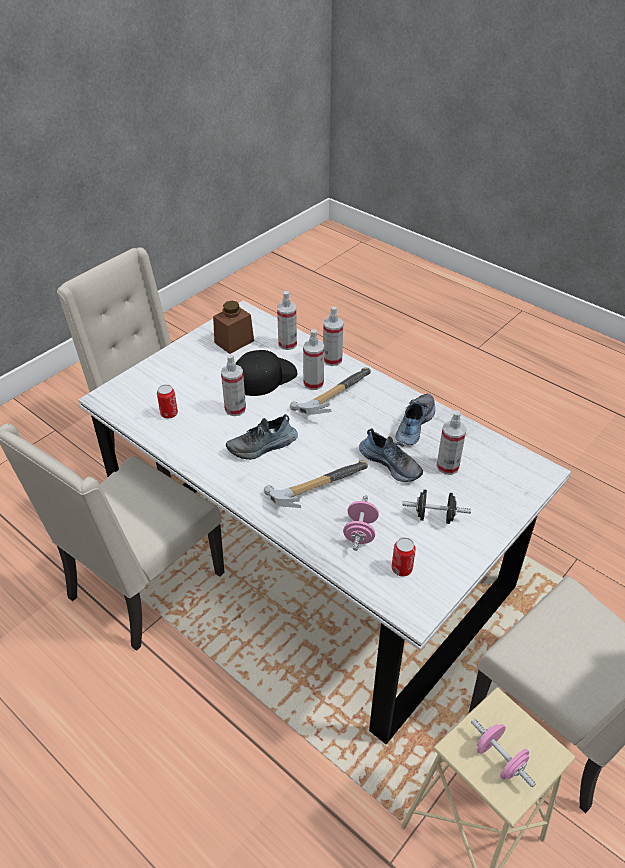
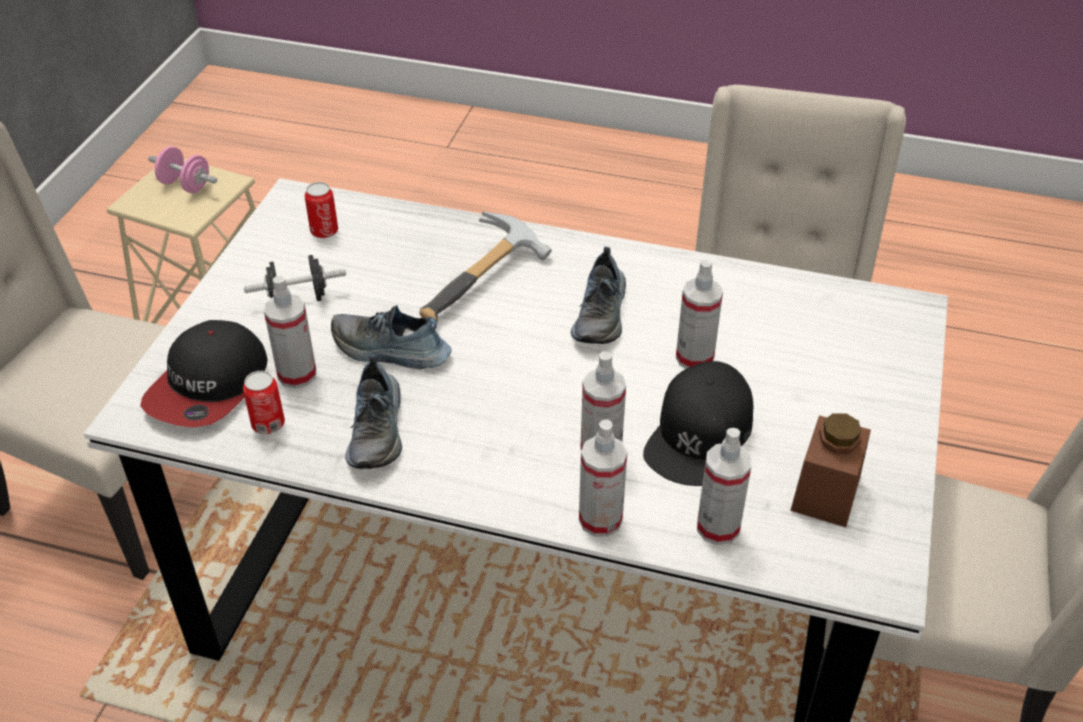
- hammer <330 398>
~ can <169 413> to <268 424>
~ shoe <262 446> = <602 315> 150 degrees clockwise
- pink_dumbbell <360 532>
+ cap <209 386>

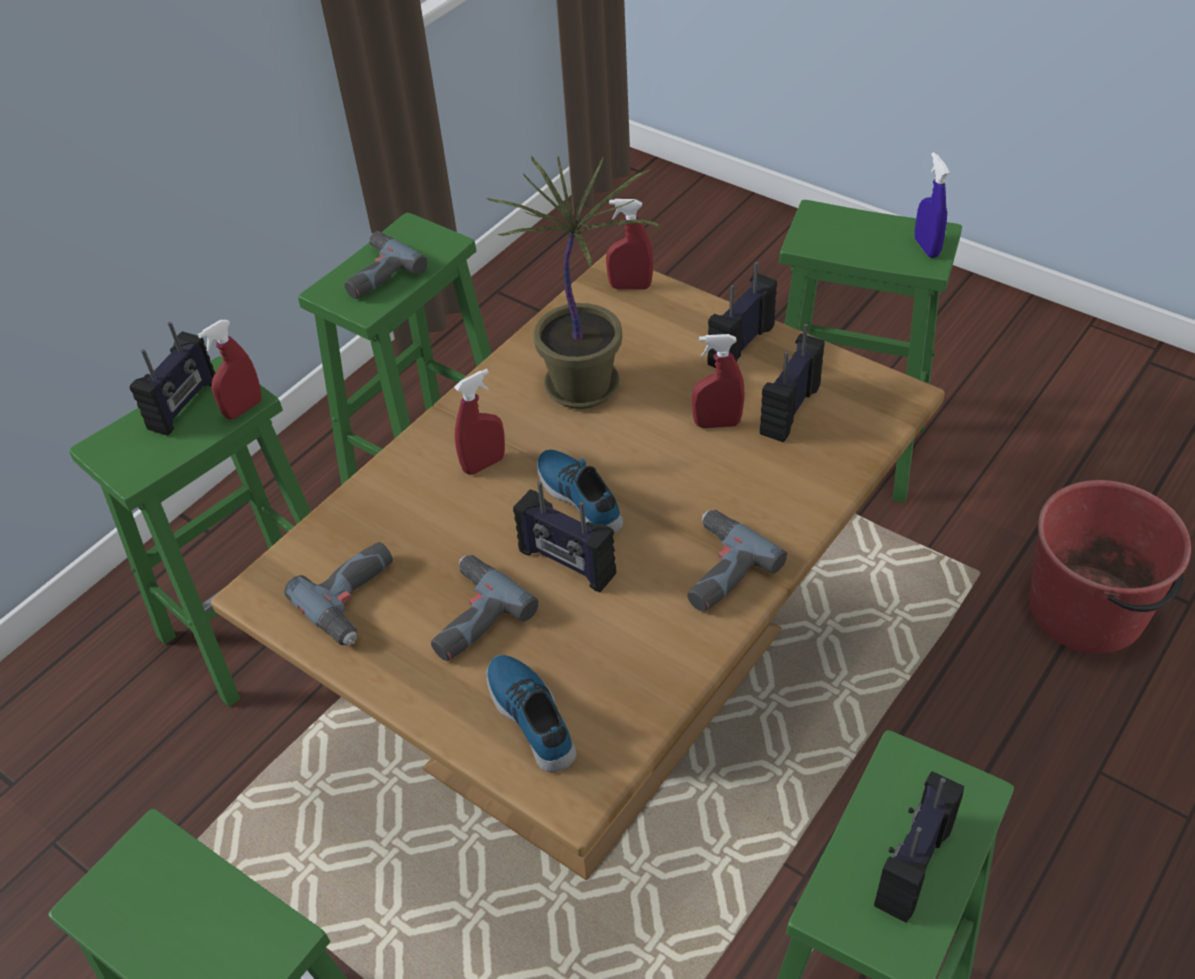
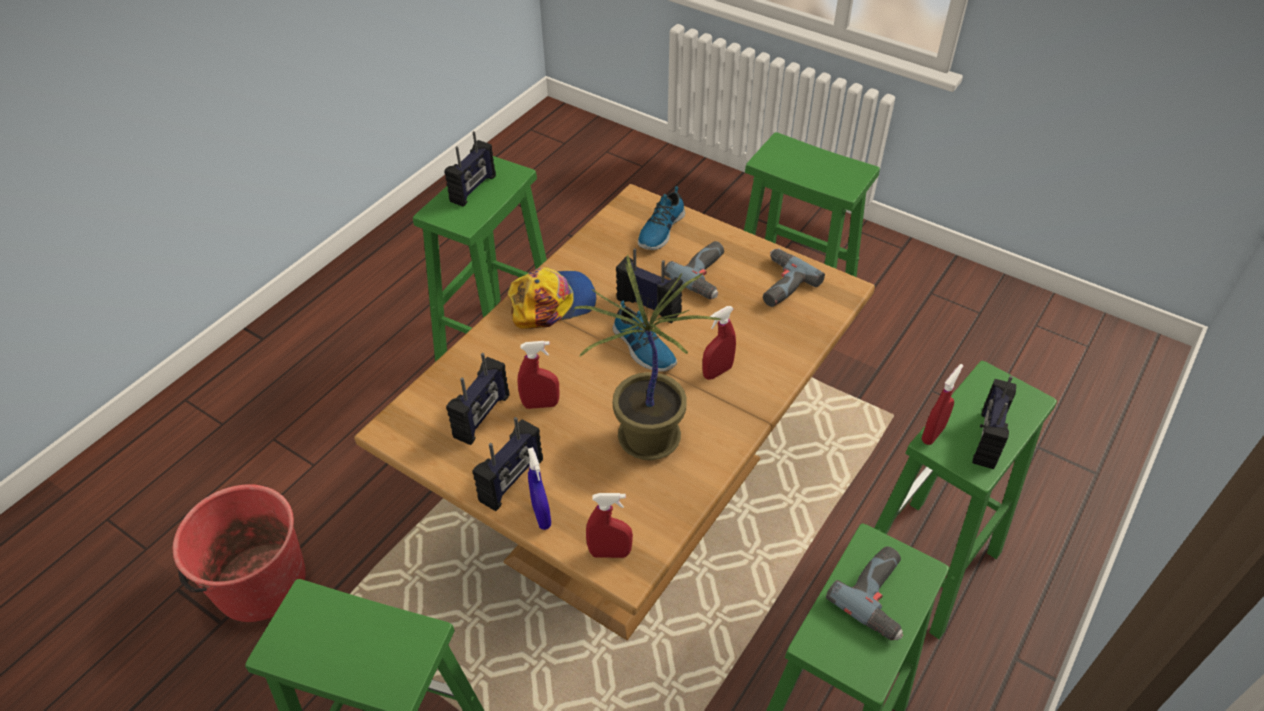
~ blue_spray_bottle <926 248> to <541 515>
~ power_drill <716 569> to cap <552 302>
~ shoe <533 715> = <660 230> 60 degrees clockwise

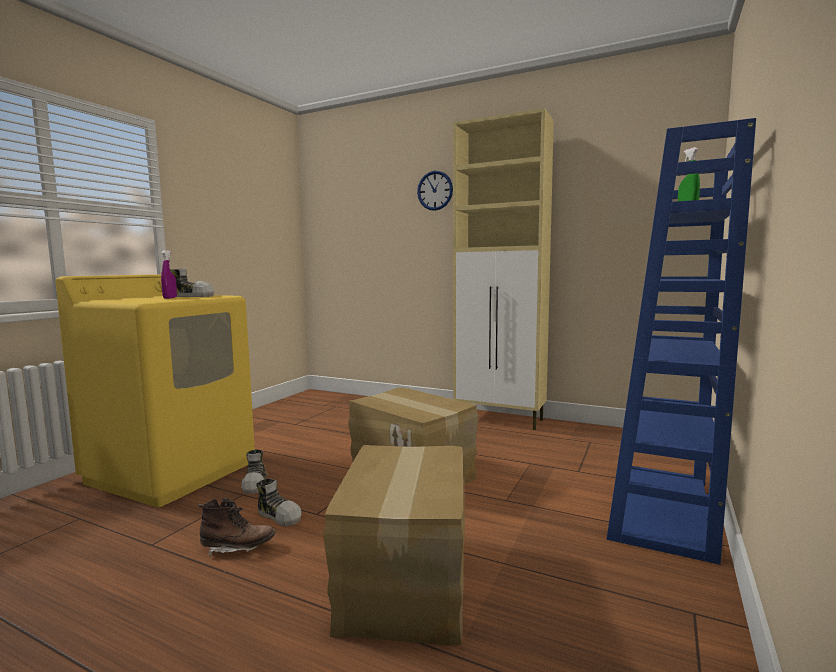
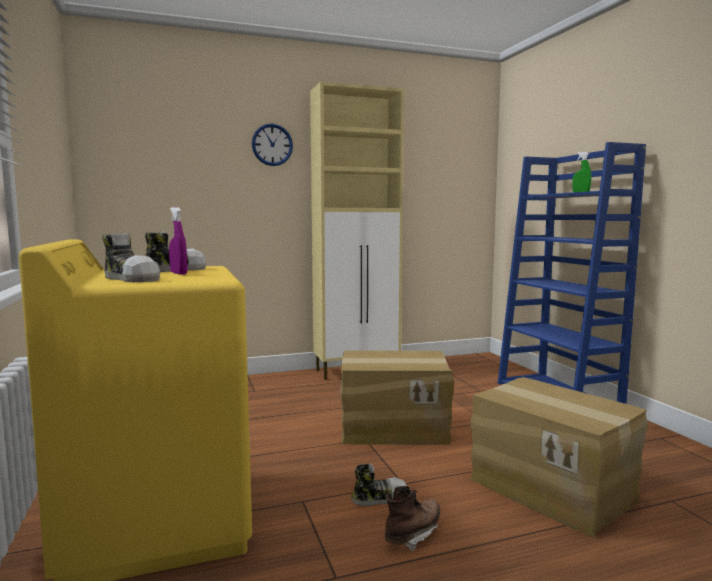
~ shoe <256 483> to <132 279>

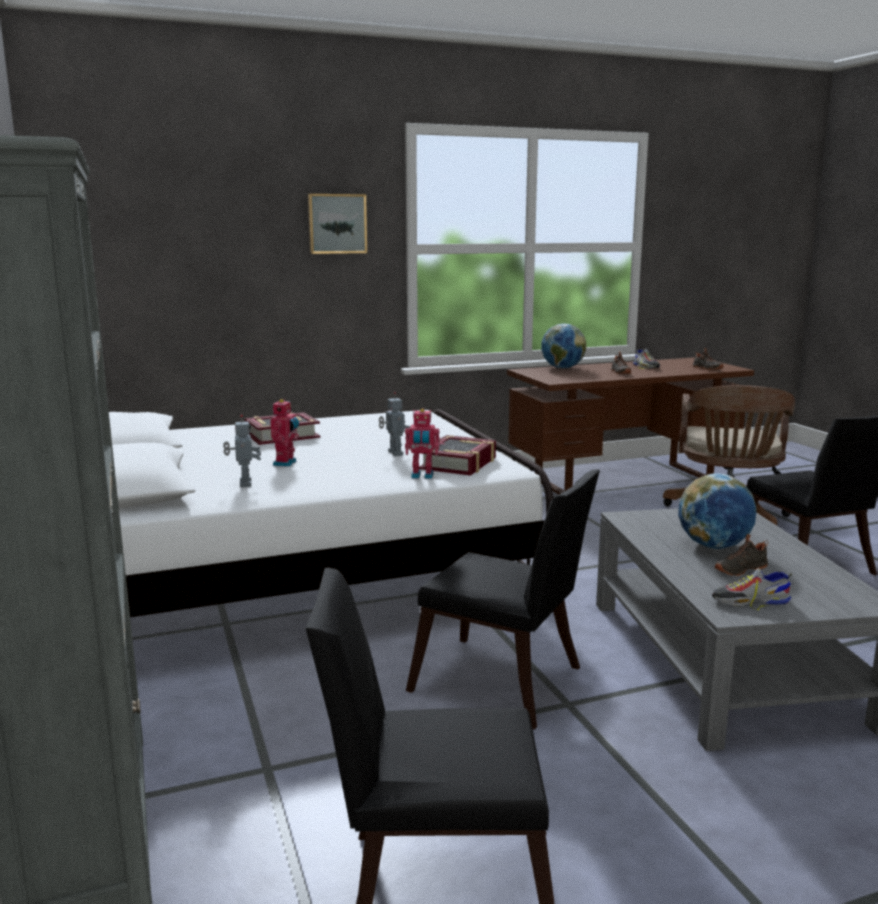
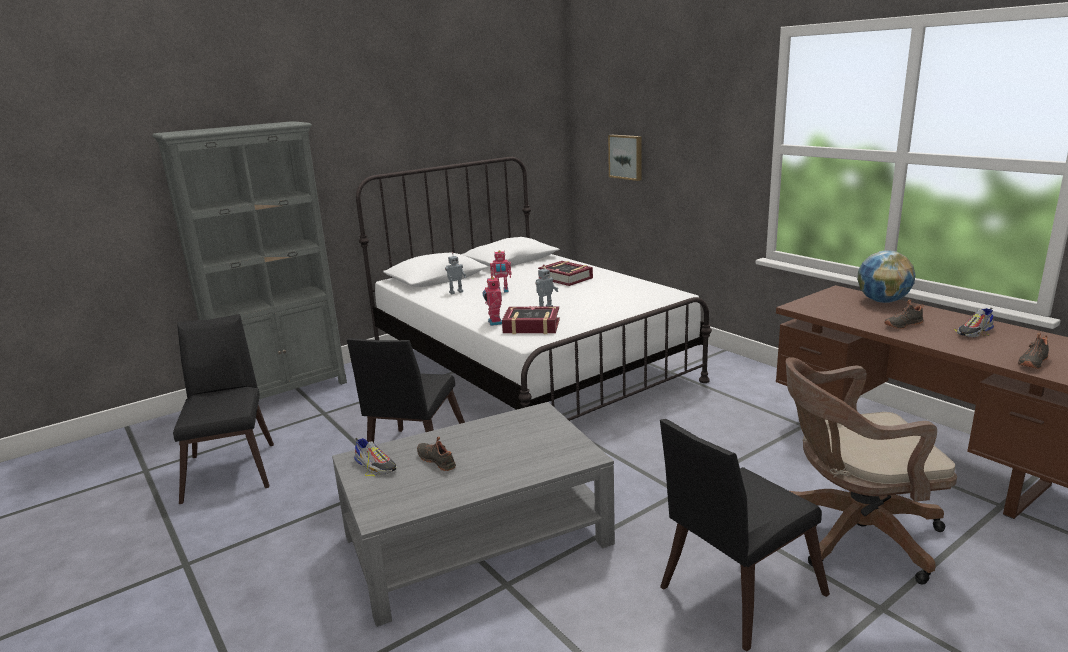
~ picture <337 223> to <626 157>
- globe <714 546>
~ shoe <750 601> = <375 465> 150 degrees clockwise

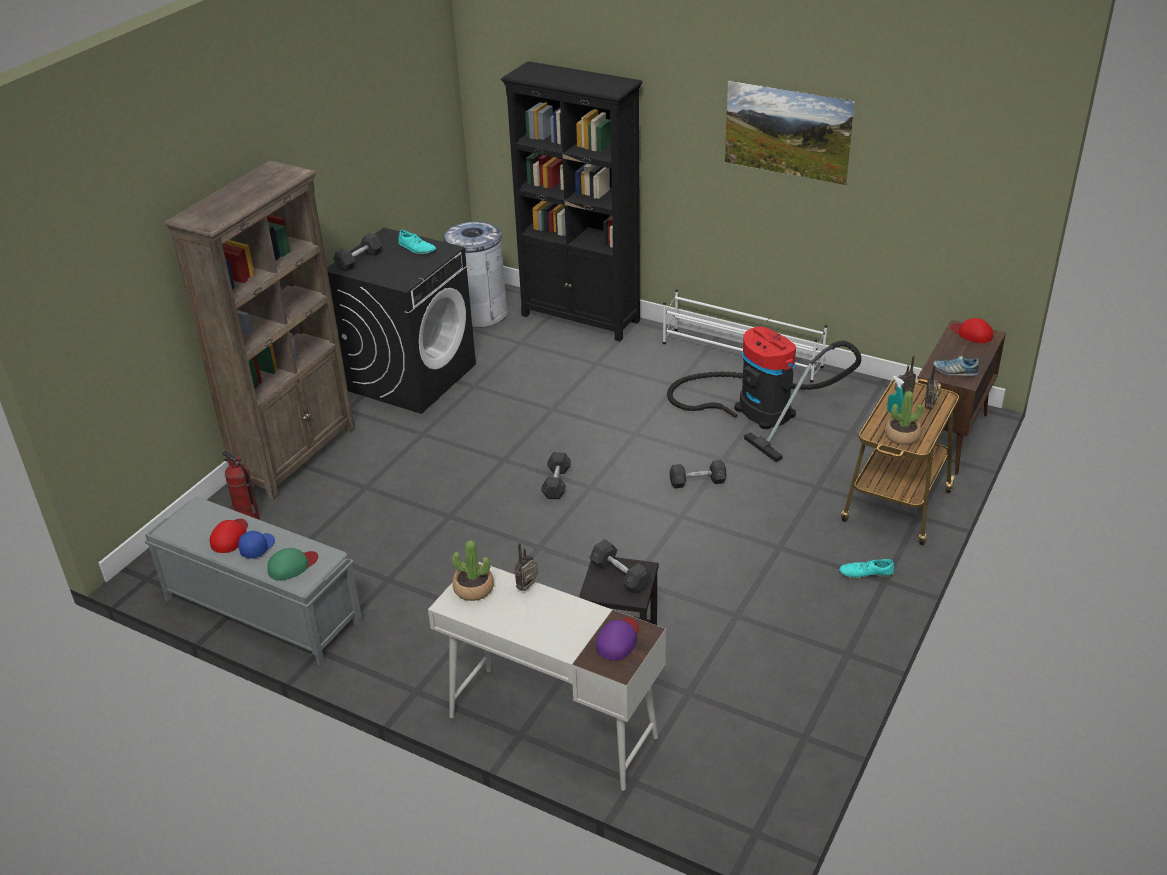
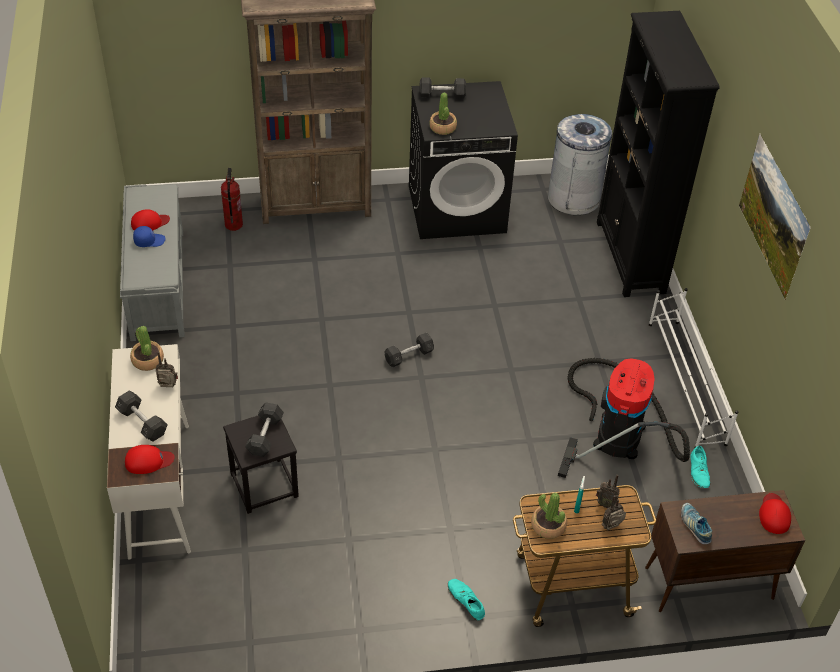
~ turquoise_shoe <417 248> to <699 471>
~ grey_dumbbell <697 482> to <142 422>
- green_cap <292 566>
~ purple_cap <618 640> to red_cap <148 461>
+ potted_plant <443 128>

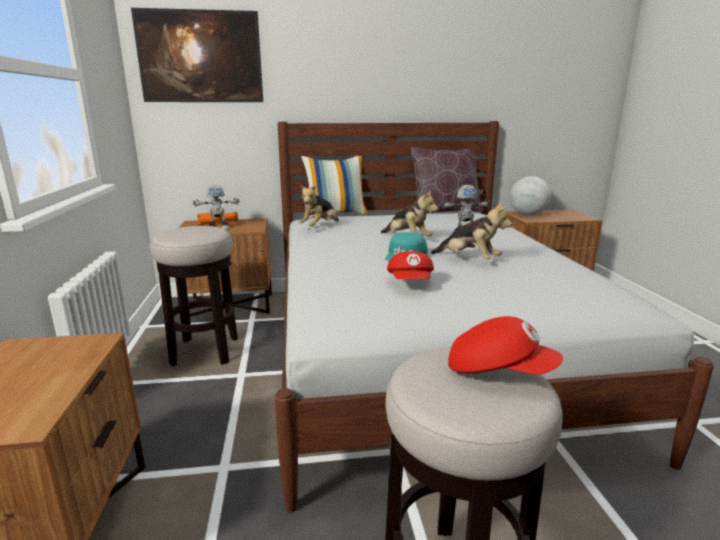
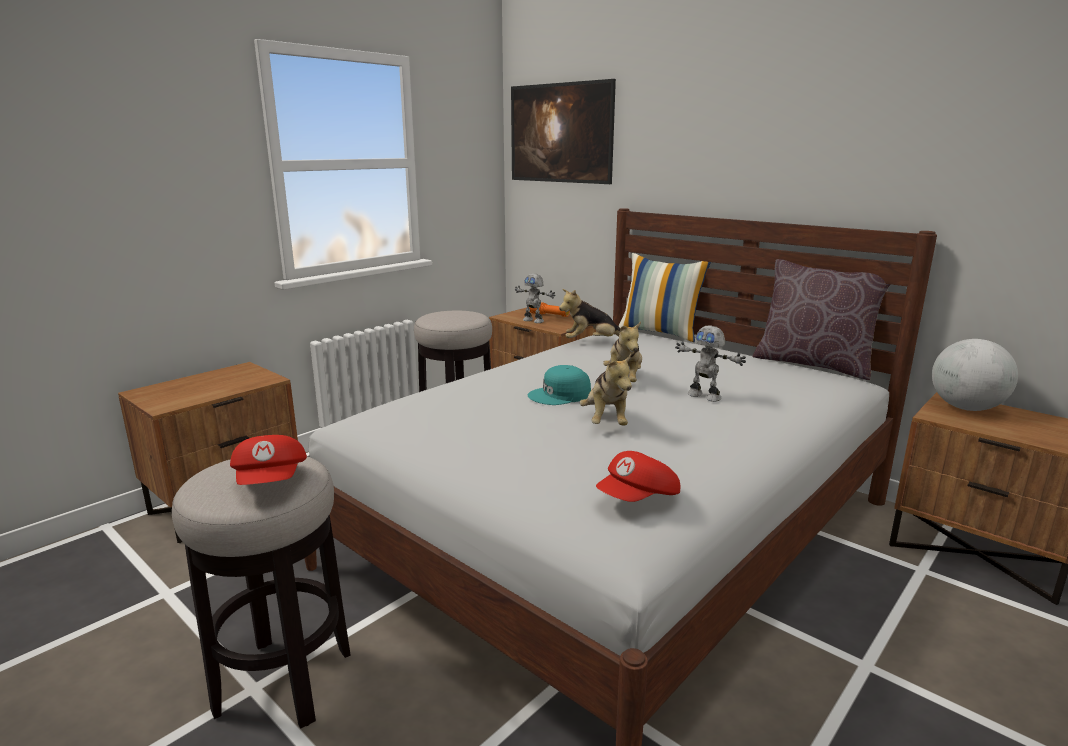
~ red_cap <411 283> to <638 499>

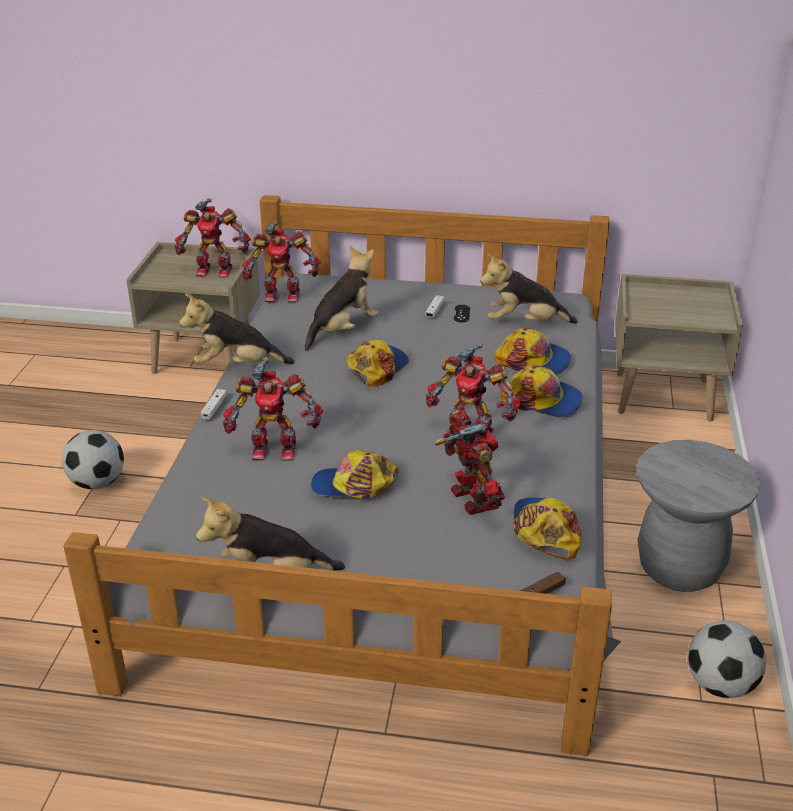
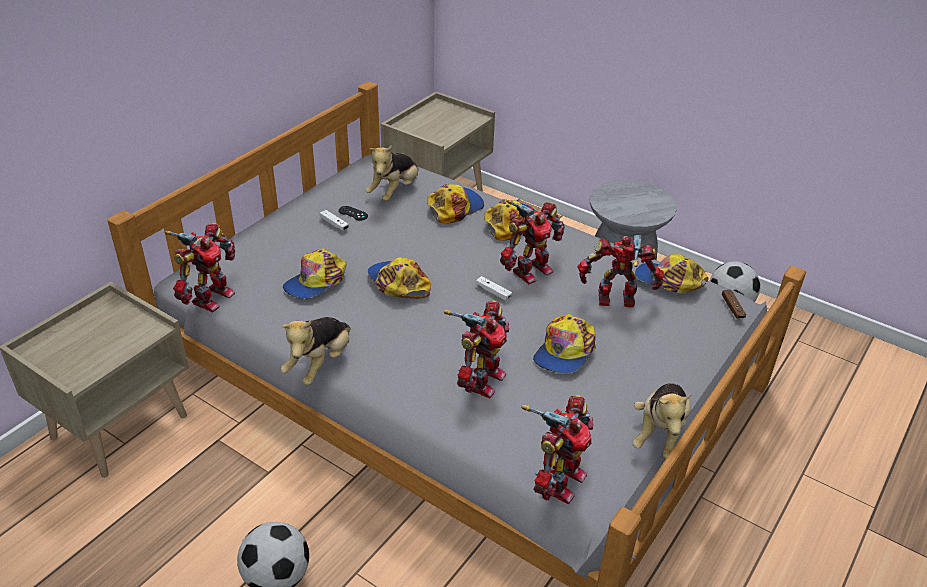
~ toy_robot <215 270> to <558 480>
~ plush_toy <343 329> to cap <316 281>
~ white_game_controller <214 408> to <493 292>

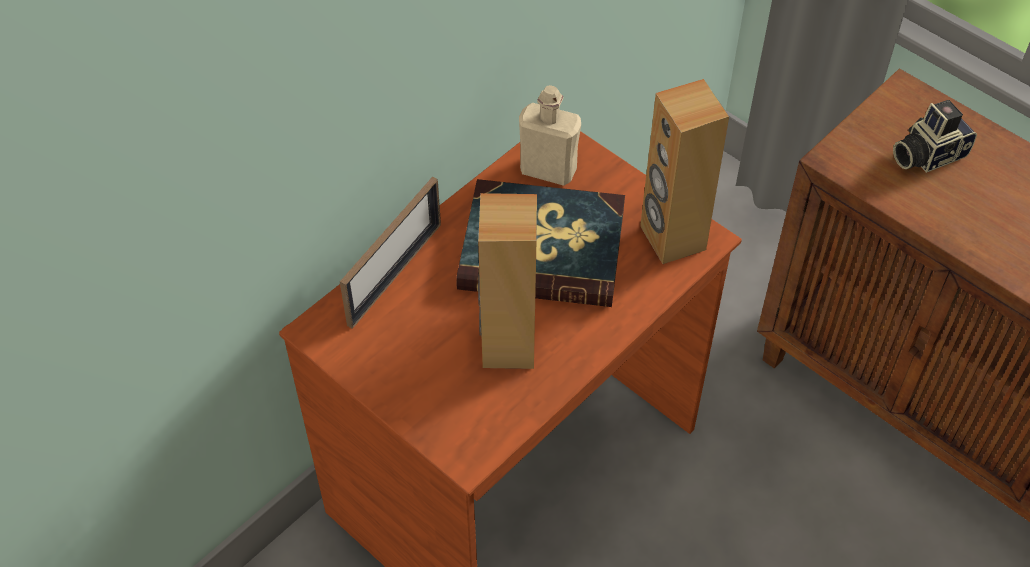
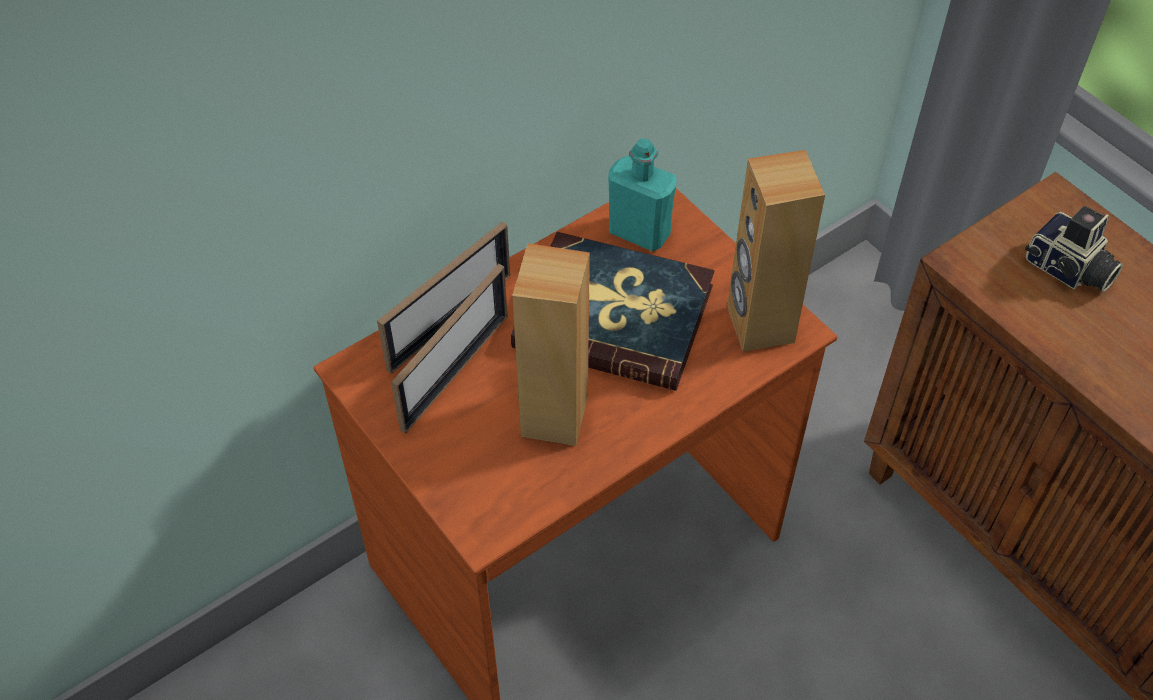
~ beige_bottle <548 170> to turquoise_bottle <639 232>
~ photo_camera <926 154> = <1068 271> 120 degrees counterclockwise
+ picture_frame <455 371>

